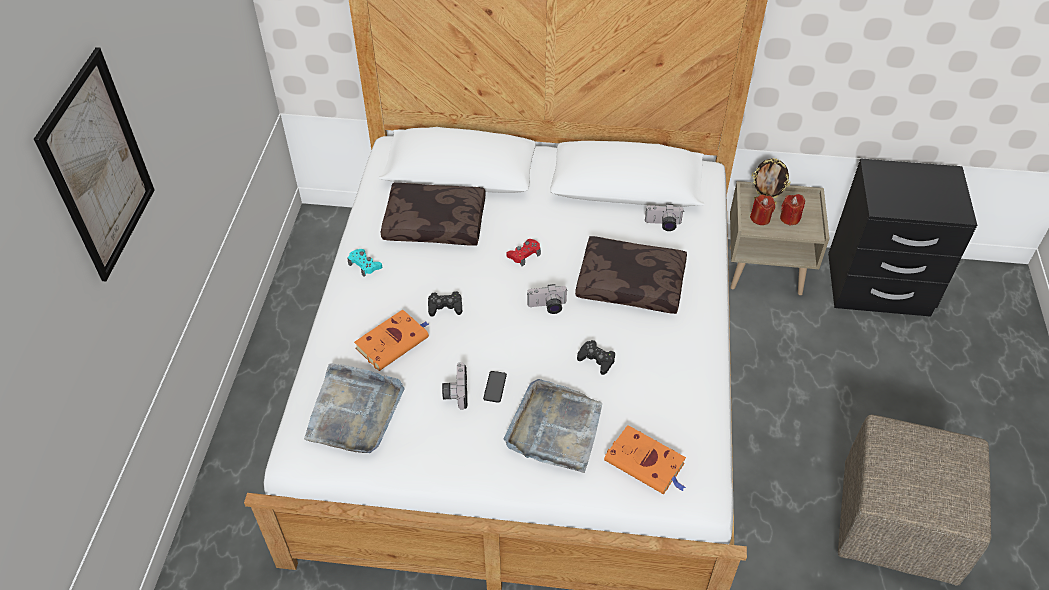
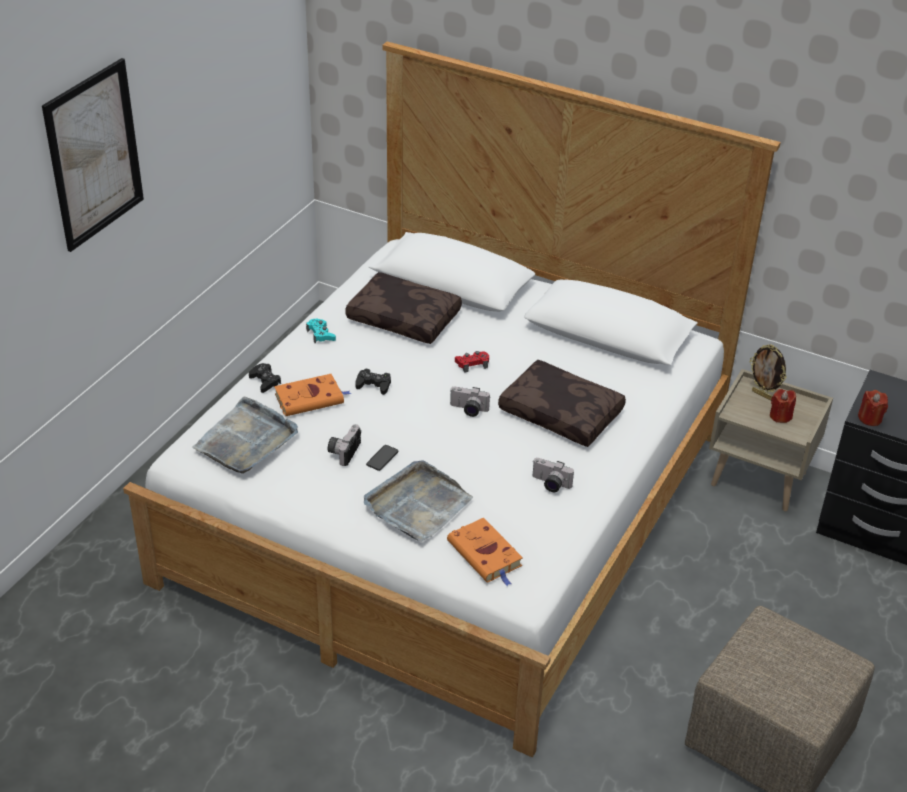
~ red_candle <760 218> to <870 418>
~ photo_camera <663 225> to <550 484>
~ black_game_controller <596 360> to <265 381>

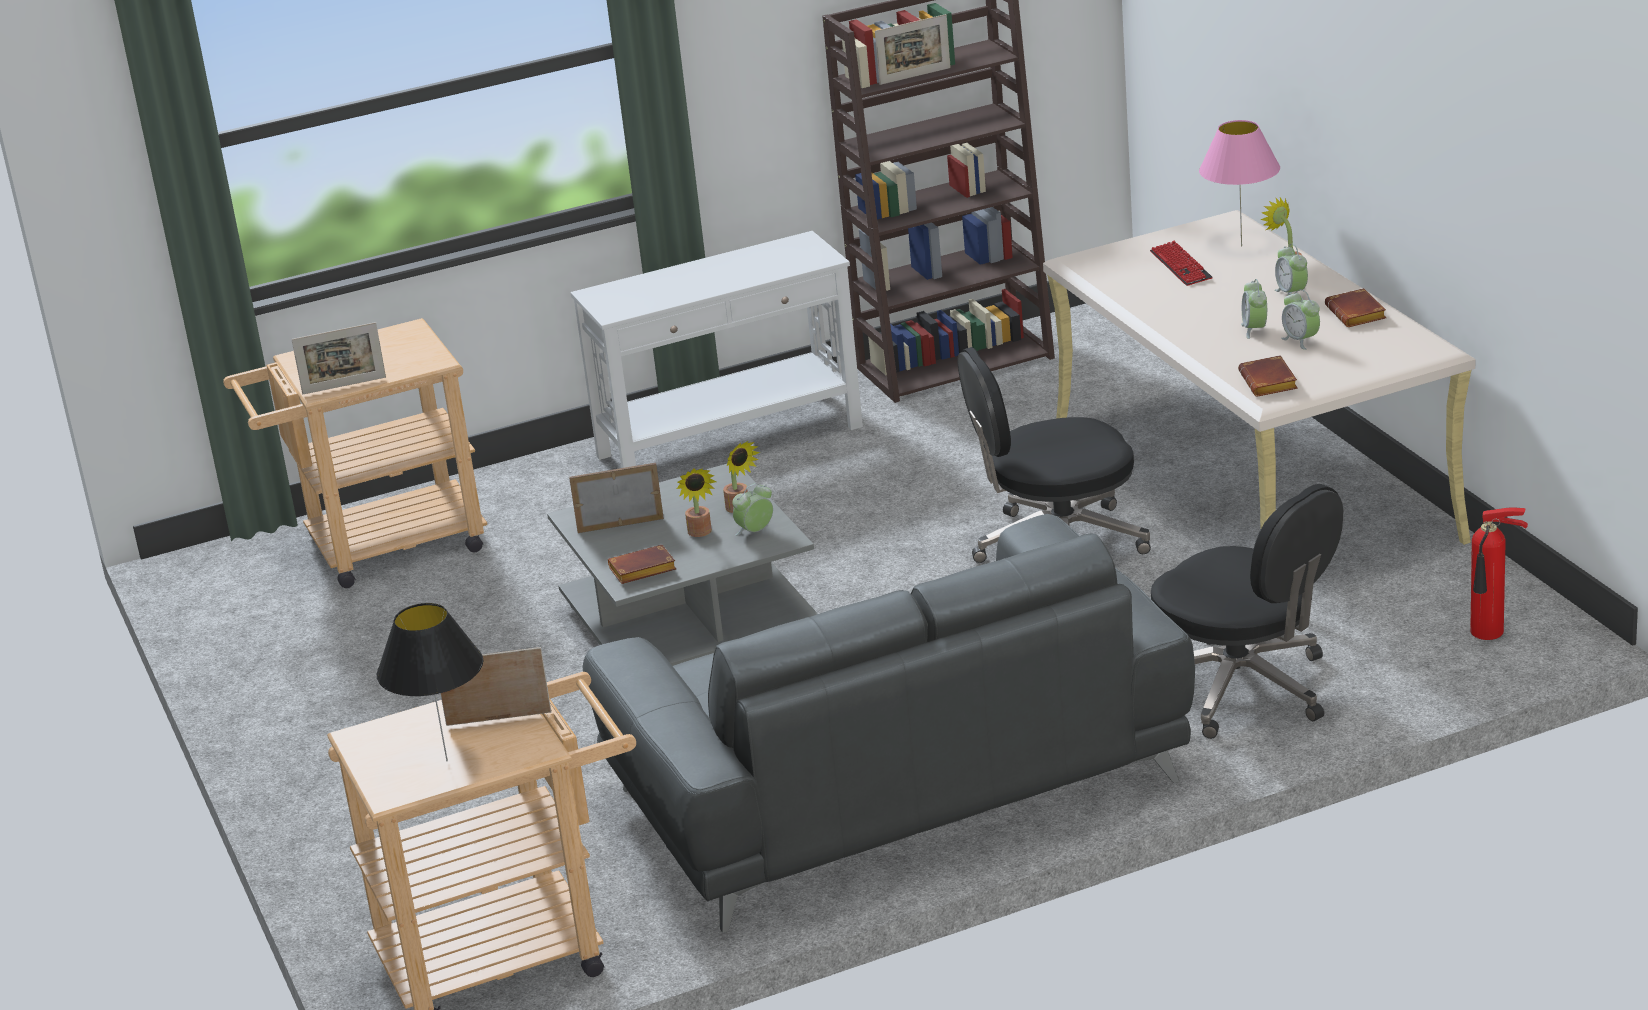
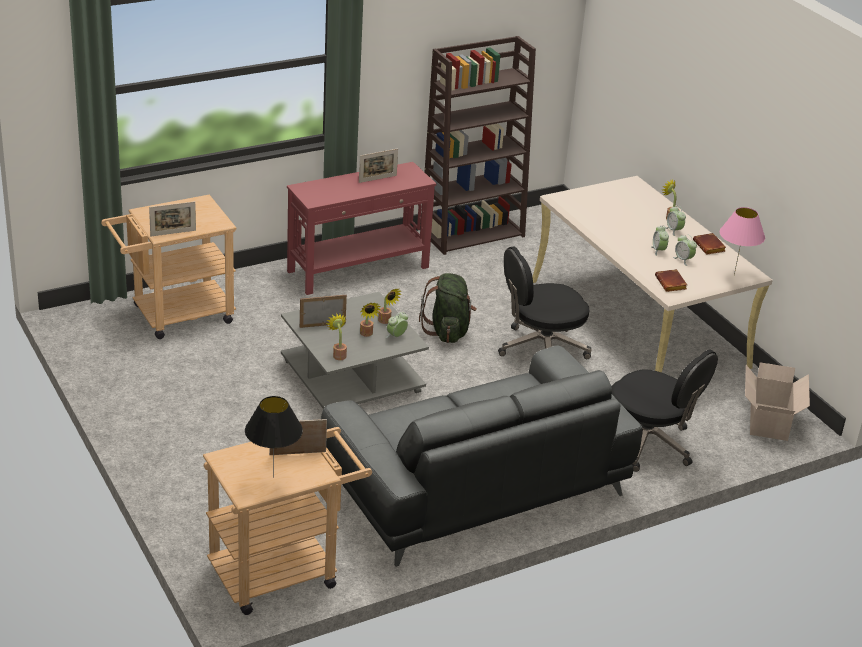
~ picture_frame <915 76> to <377 179>
~ pink_table_lamp <1242 246> to <734 275>
~ white_console_table <731 442> to red_console_table <359 269>
- keyboard <1181 266>
~ fire_extinguisher <1489 633> to cardboard_box <768 422>
~ brown_book <641 571> to potted_plant <338 355>
+ green_backpack <447 331>

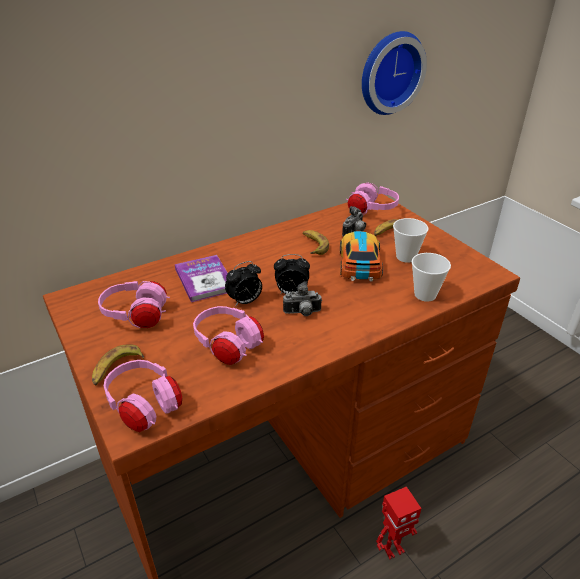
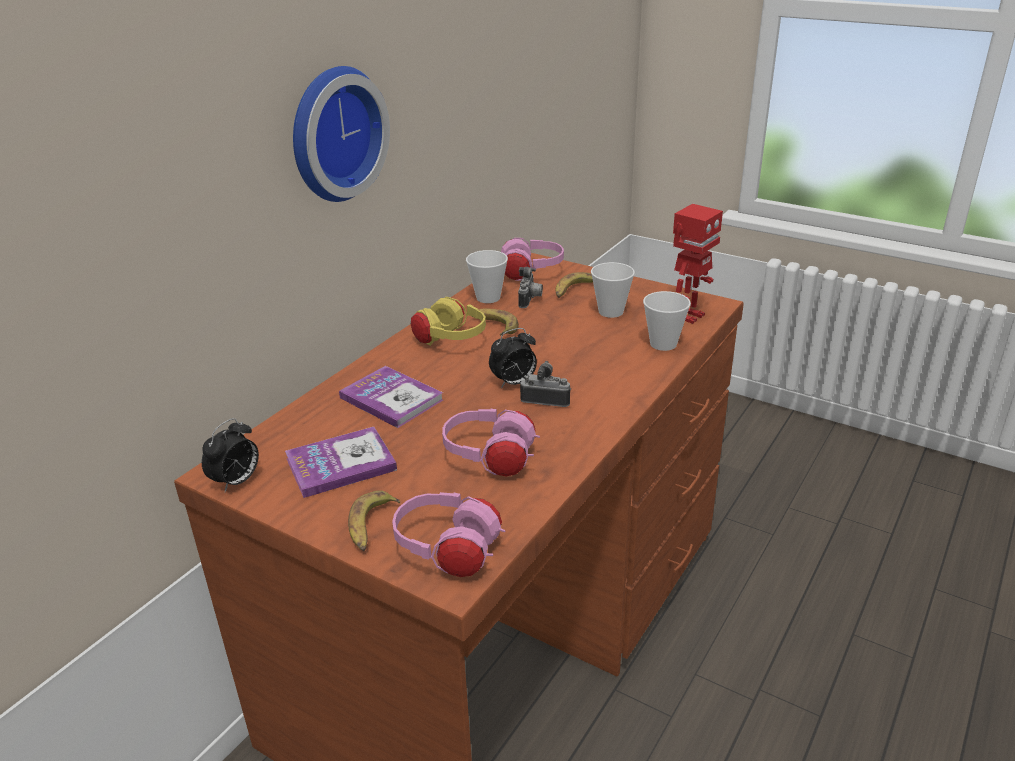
~ wall_clock <389 72> to <332 133>
- toy_car <359 262>
~ alarm_clock <245 301> to <236 482>
~ pink_headphones <137 317> to book <341 464>
~ photo_camera <302 313> = <546 400> 135 degrees counterclockwise
~ toy_robot <392 549> to <689 316>
+ cup <488 298>
+ yellow_headphones <450 341>

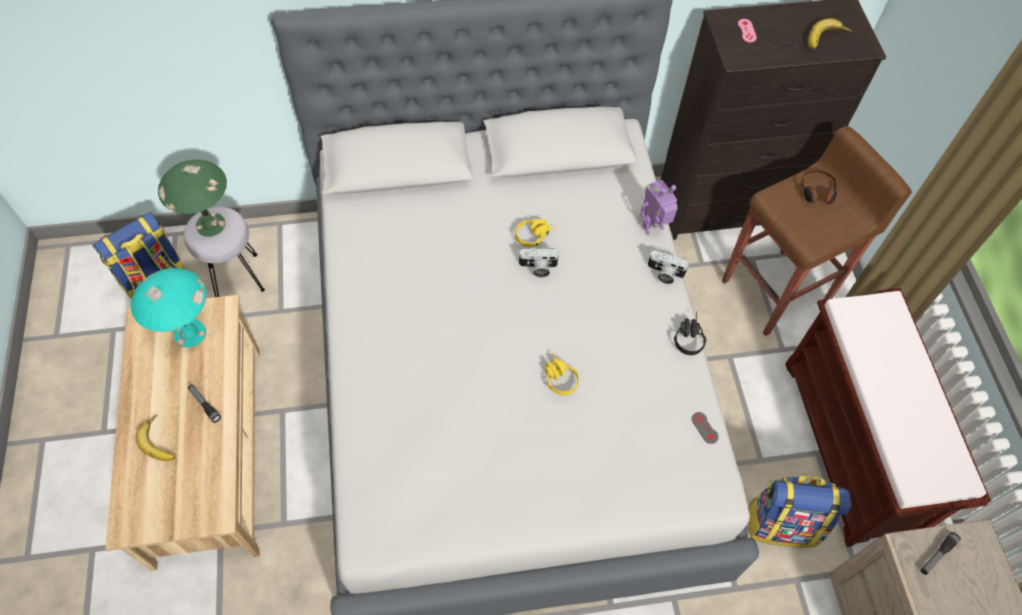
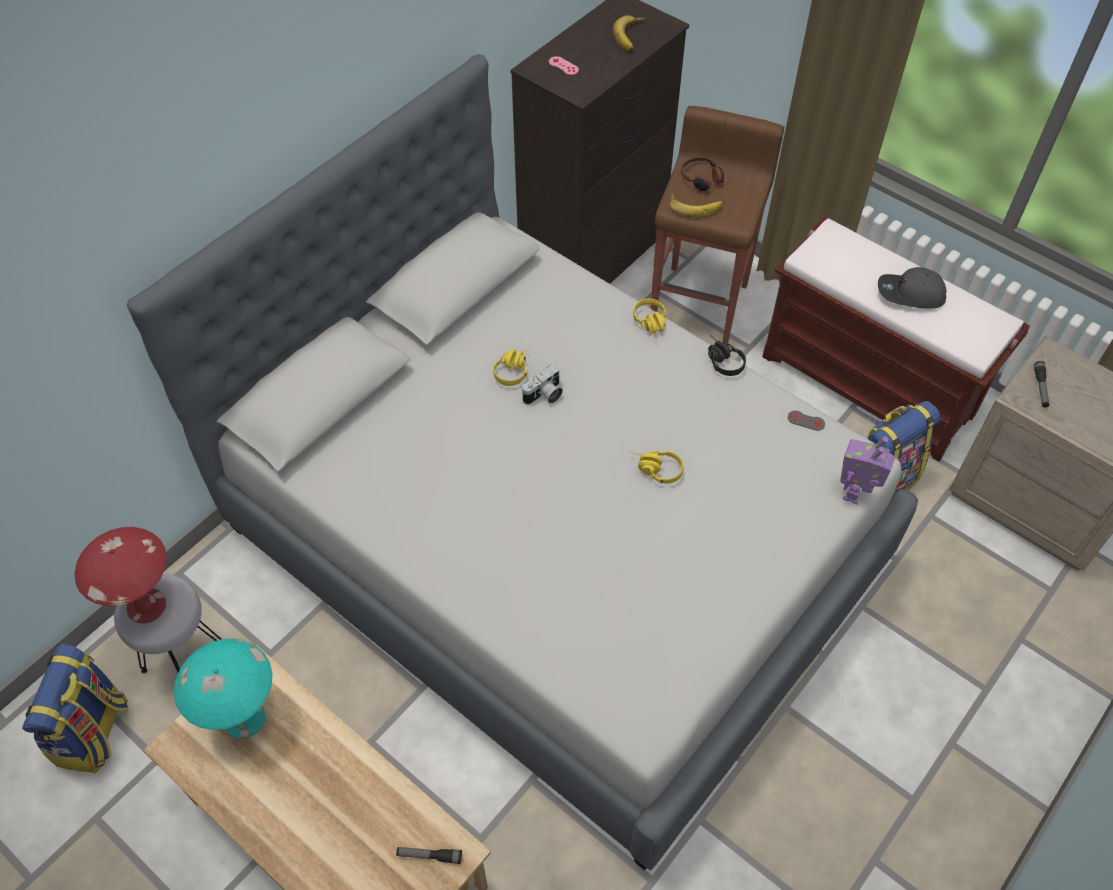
~ green_table_lamp <211 224> to red_table_lamp <146 605>
~ toy_robot <653 228> to <855 493>
~ photo_camera <664 273> to yellow_headphones <652 325>
~ flashlight <204 404> to <429 856>
~ banana <160 440> to <694 206>
+ grey_cap <910 294>

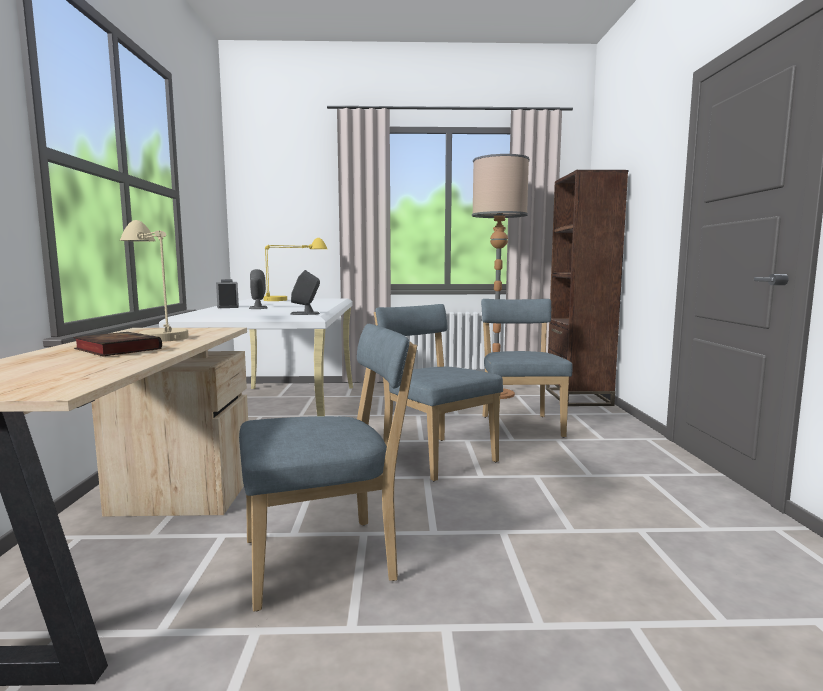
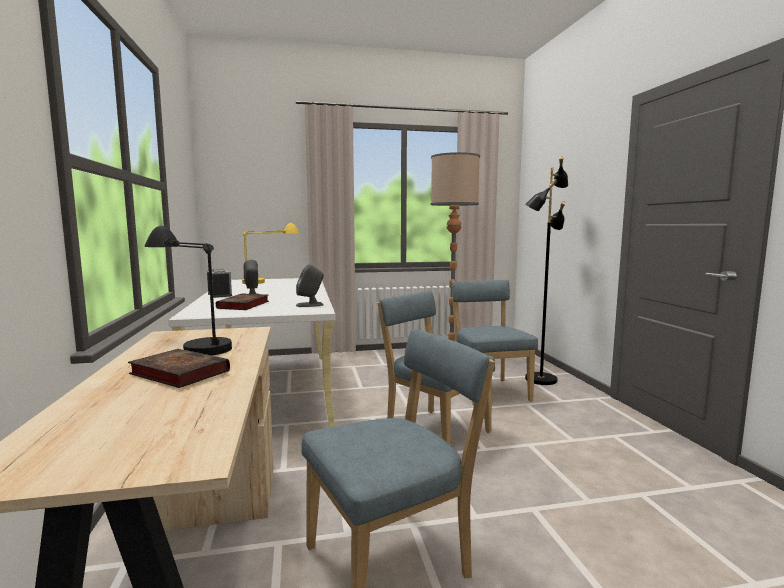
- brown_bookcase <577 397>
~ beige_table_lamp <155 334> to black_table_lamp <190 343>
+ black_floor_lamp <540 379>
+ book <243 305>

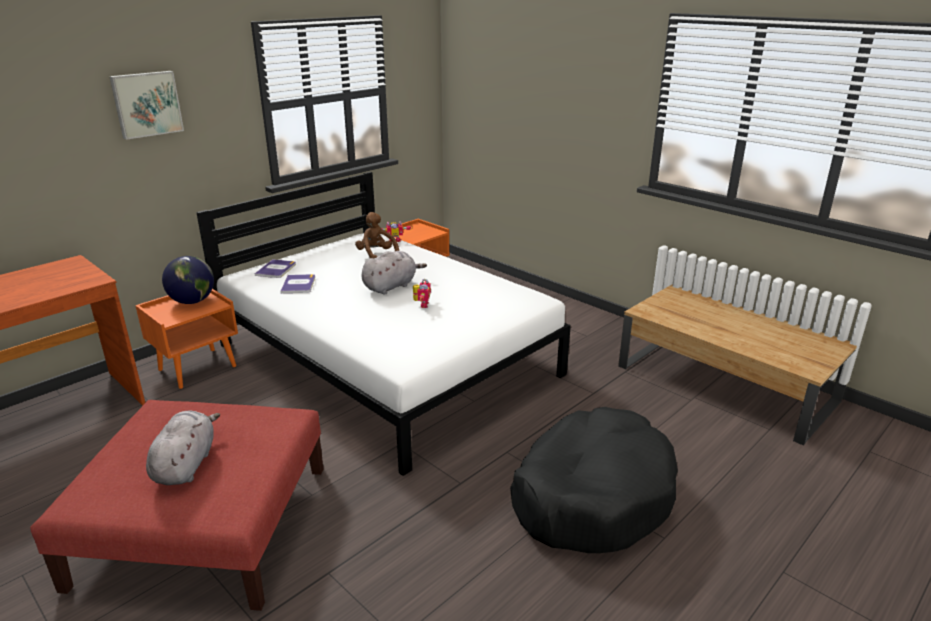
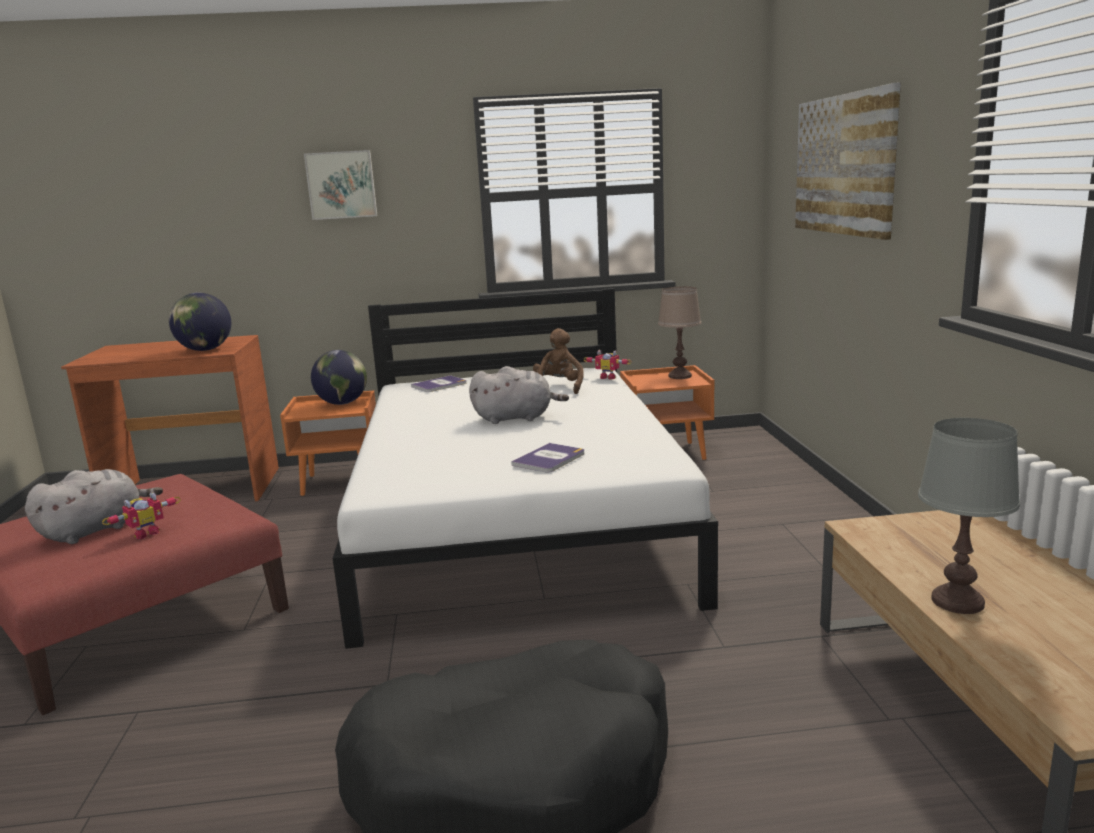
~ book <298 284> to <549 459>
~ toy_robot <421 305> to <146 533>
+ picture <843 165>
+ brown_table_lamp <680 376>
+ globe <205 350>
+ grey_table_lamp <957 601>

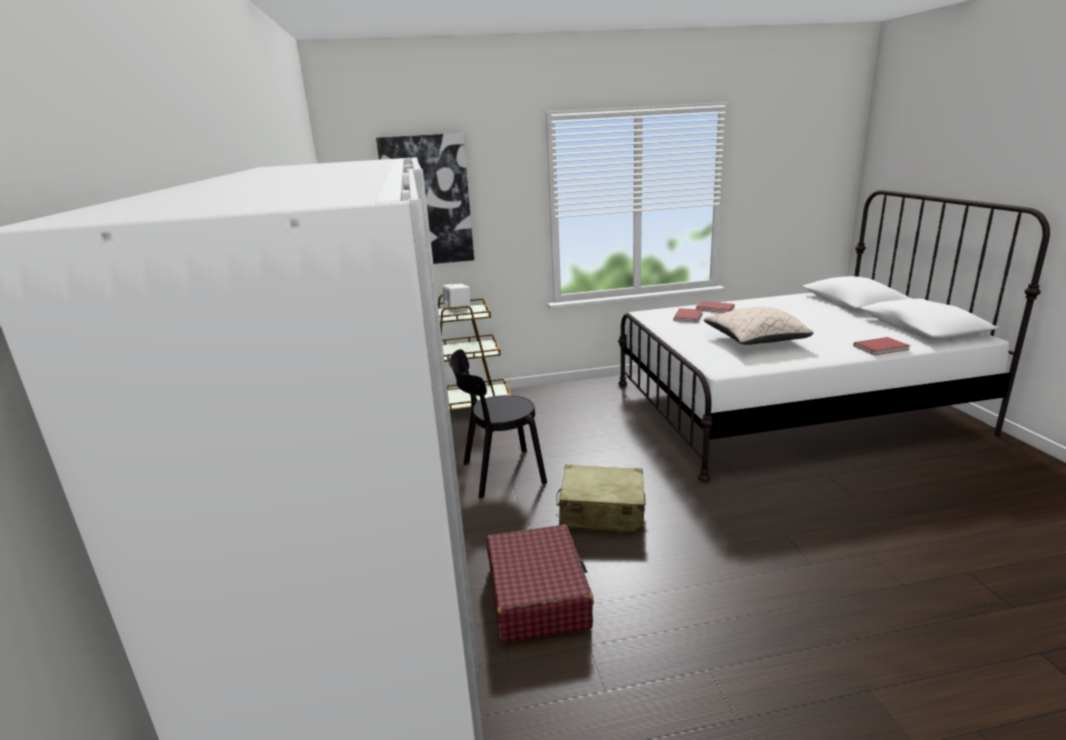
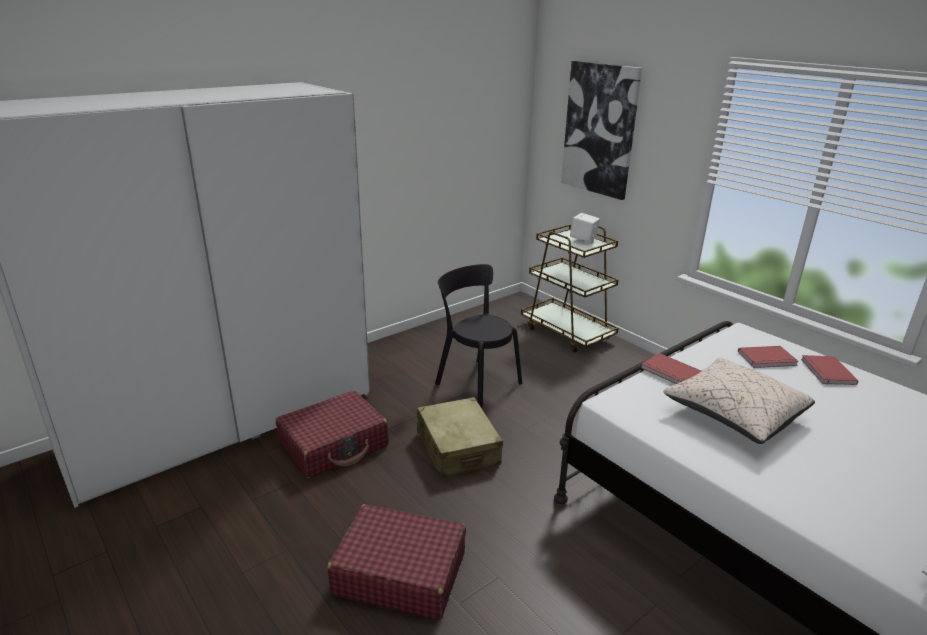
~ red_book <882 348> to <669 372>
+ red_suitcase <399 573>

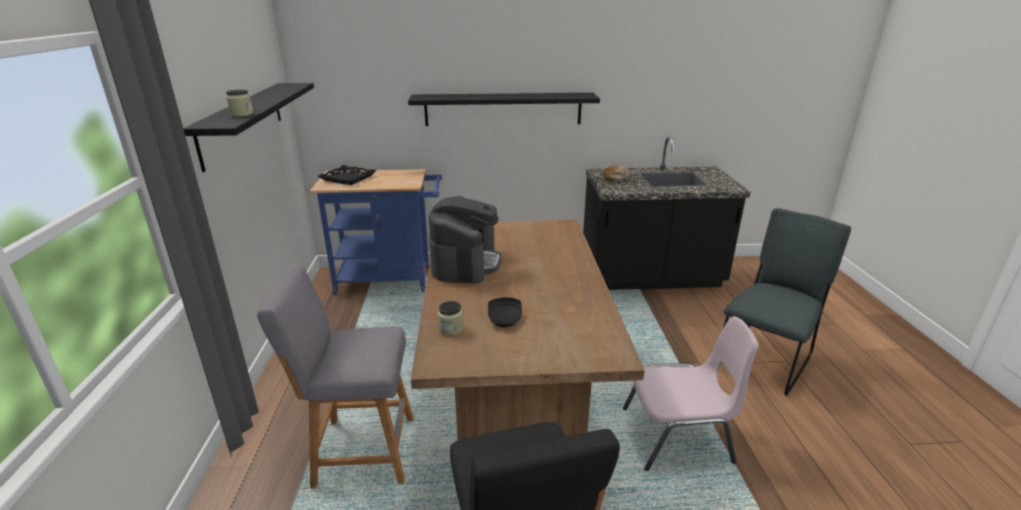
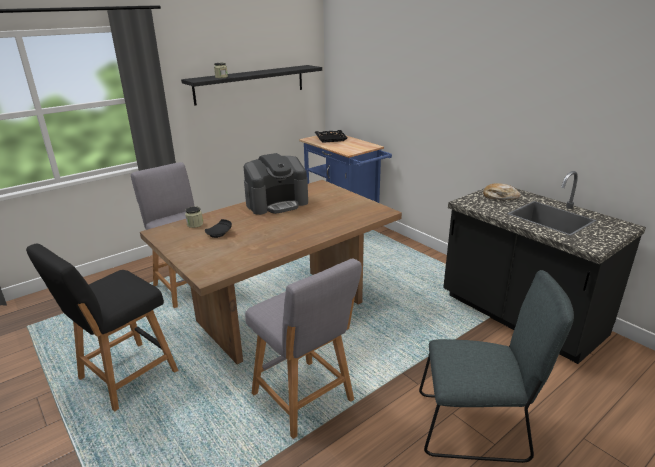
- black_shelf <503 109>
~ pink_chair <678 436> to grey_stool <305 400>

